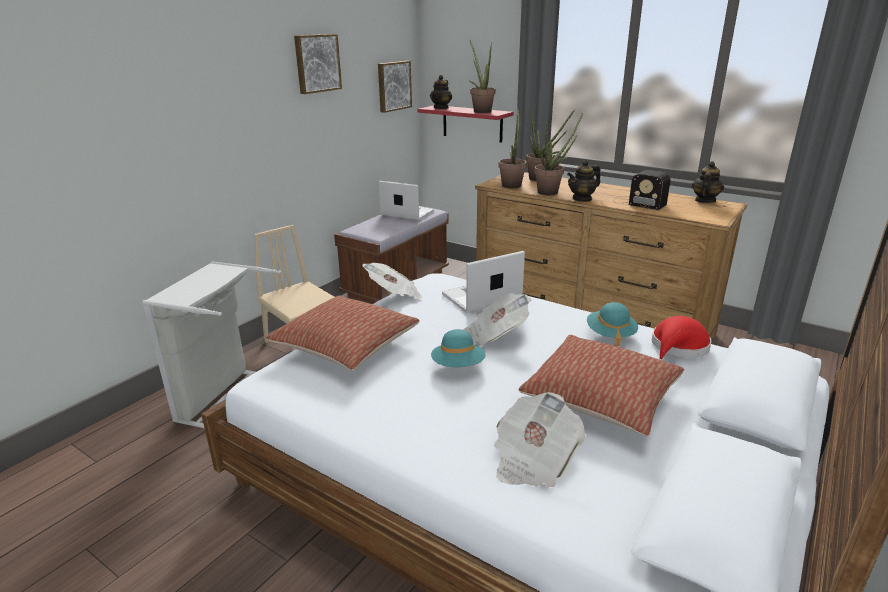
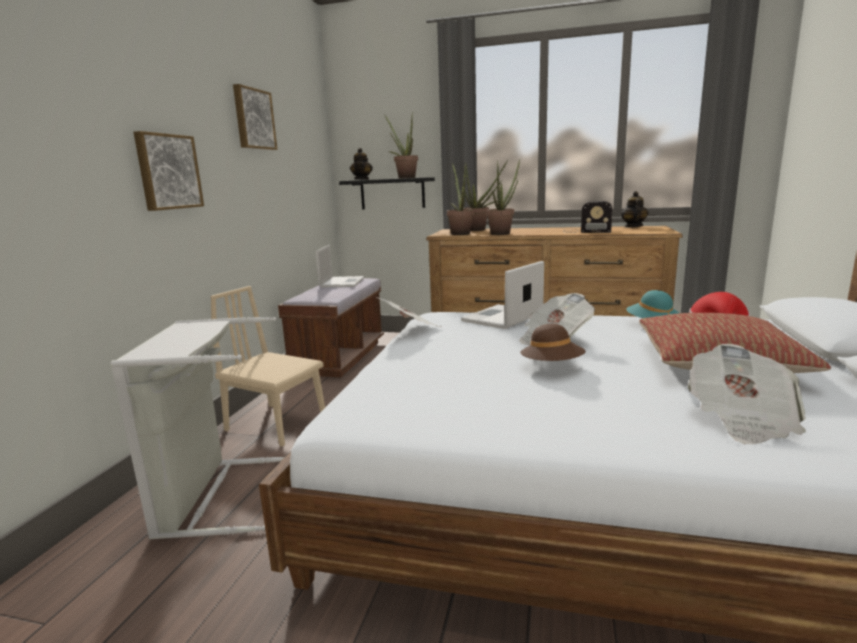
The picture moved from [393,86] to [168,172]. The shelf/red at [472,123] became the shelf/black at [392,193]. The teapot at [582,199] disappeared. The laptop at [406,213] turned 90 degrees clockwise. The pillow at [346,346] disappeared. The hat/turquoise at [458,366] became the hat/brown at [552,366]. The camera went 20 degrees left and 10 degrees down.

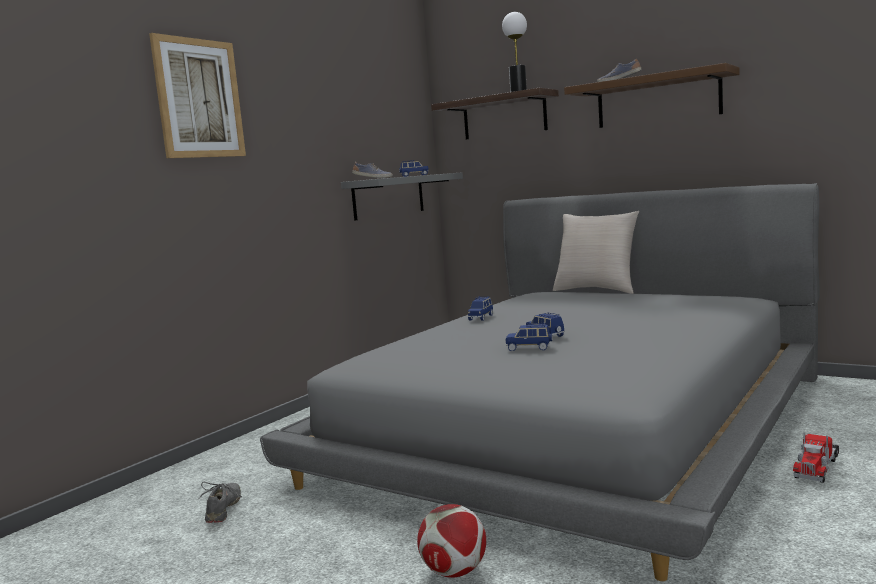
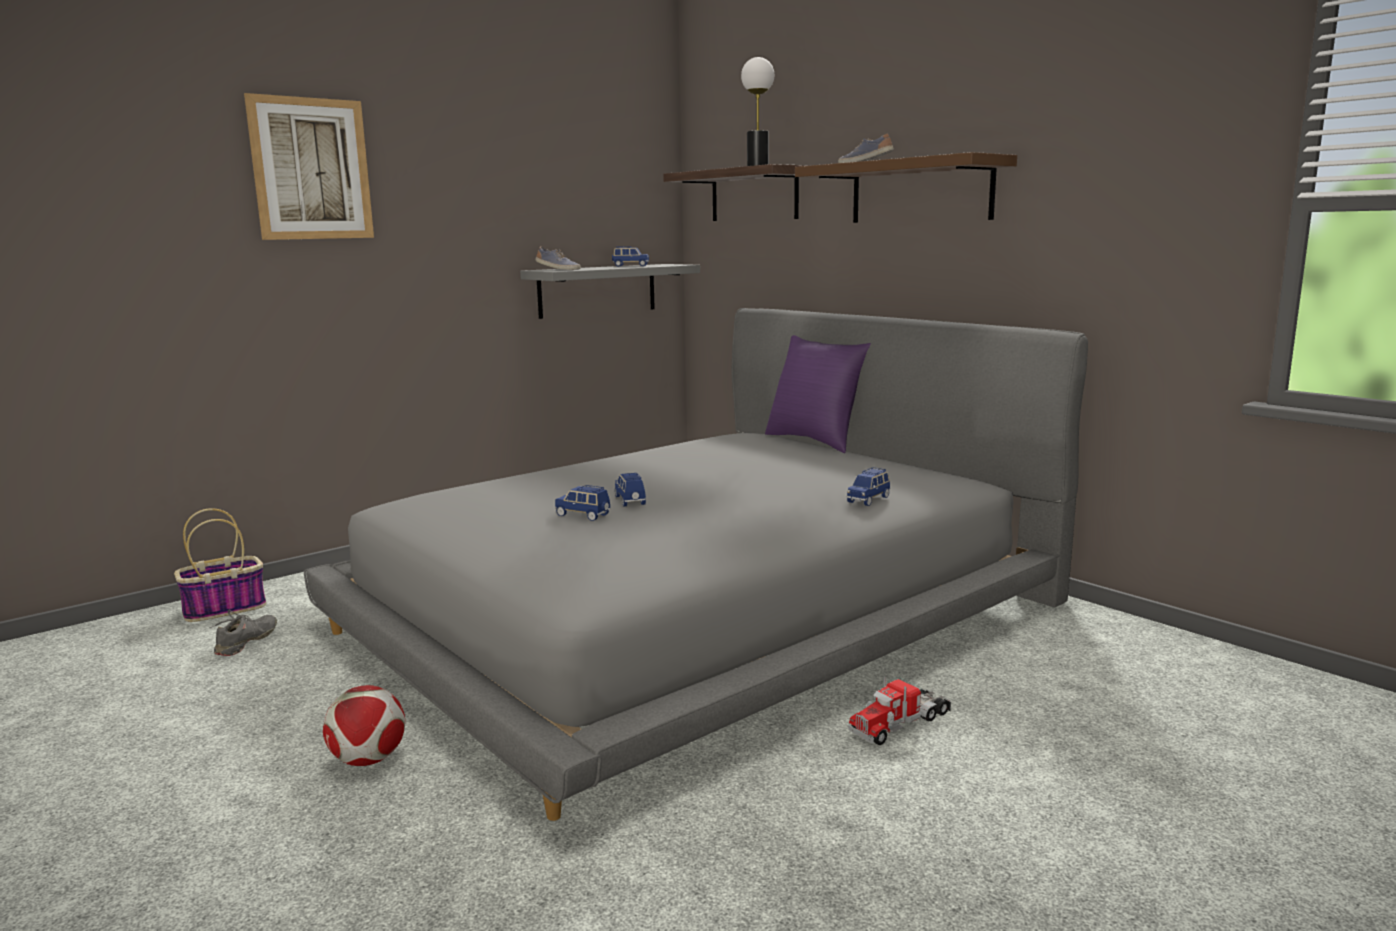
The pillow/beige at [597,290] became the pillow/purple at [816,441]. The toy car/blue moved from [481,317] to [868,499]. The basket at [225,608] appeared. The camera went 15 degrees right and 5 degrees up.

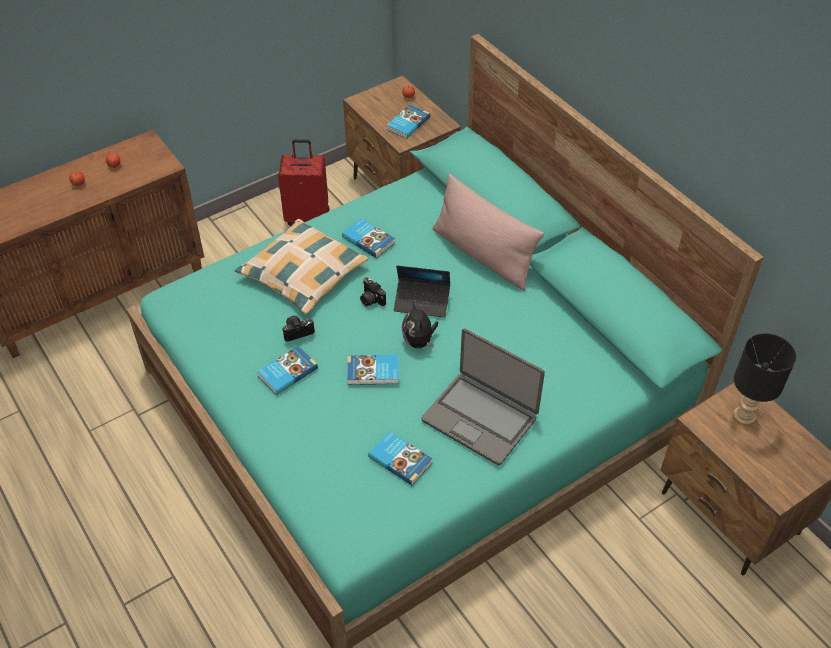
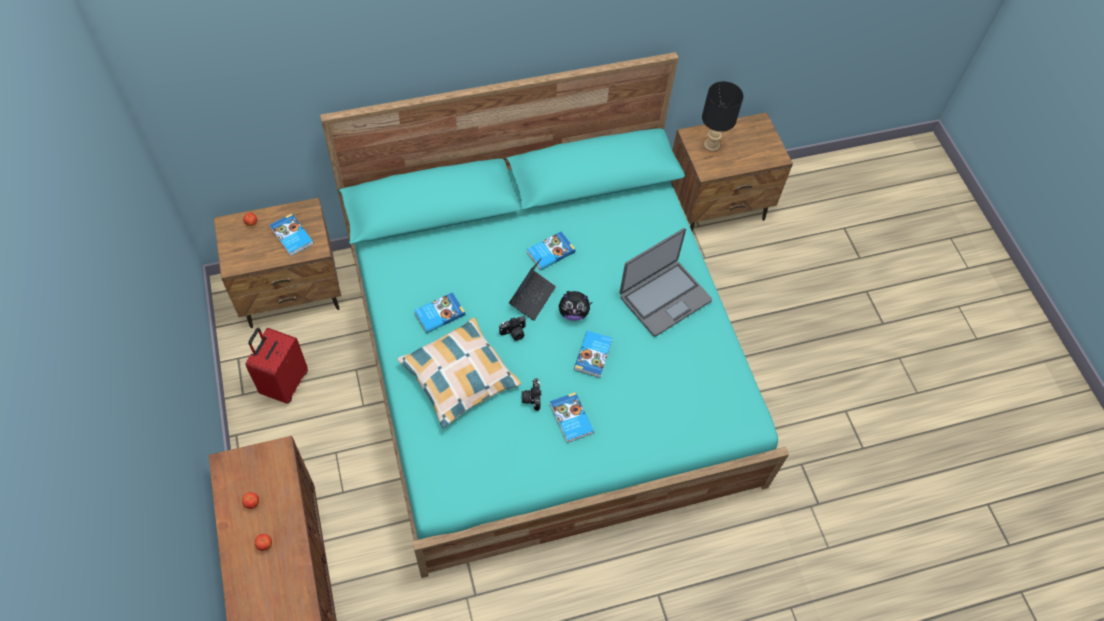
The pillow/pink at [483,255] disappeared. The book moved from [400,459] to [550,252]. The camera went 75 degrees left and 10 degrees up.

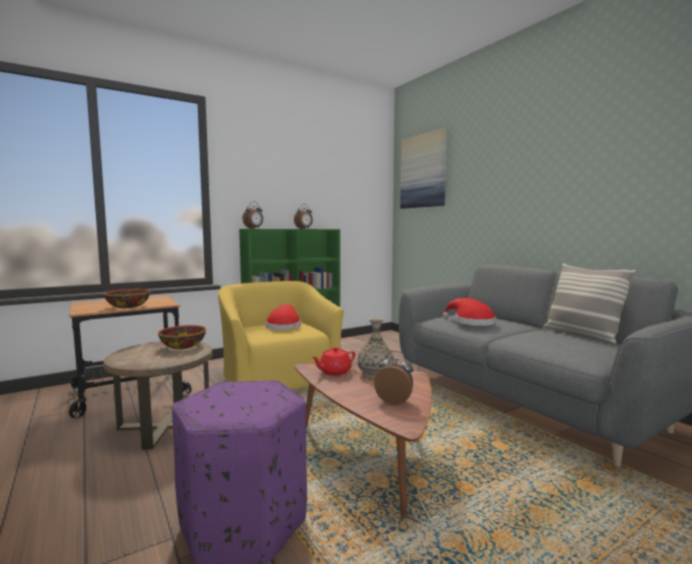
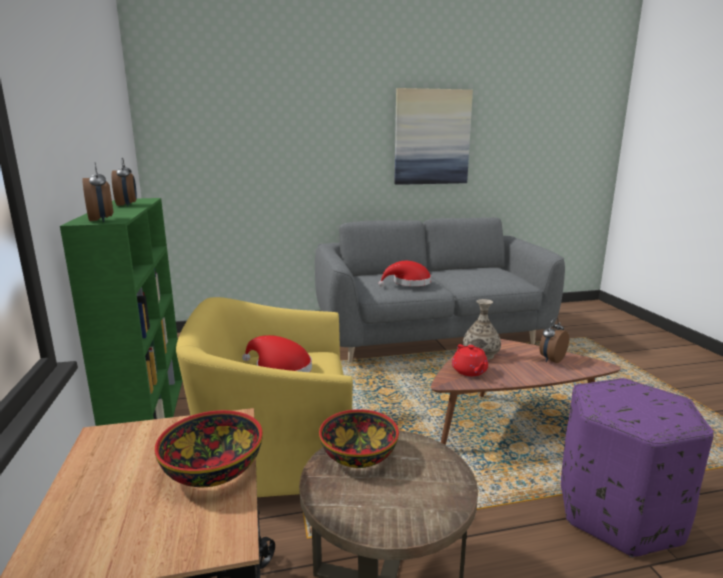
The picture moved from [423,171] to [432,137]. The pillow at [582,335] disappeared. The camera went 70 degrees left and 10 degrees up.

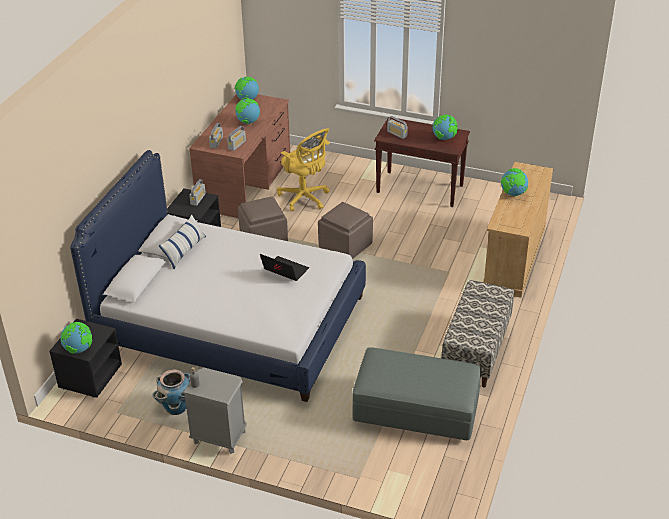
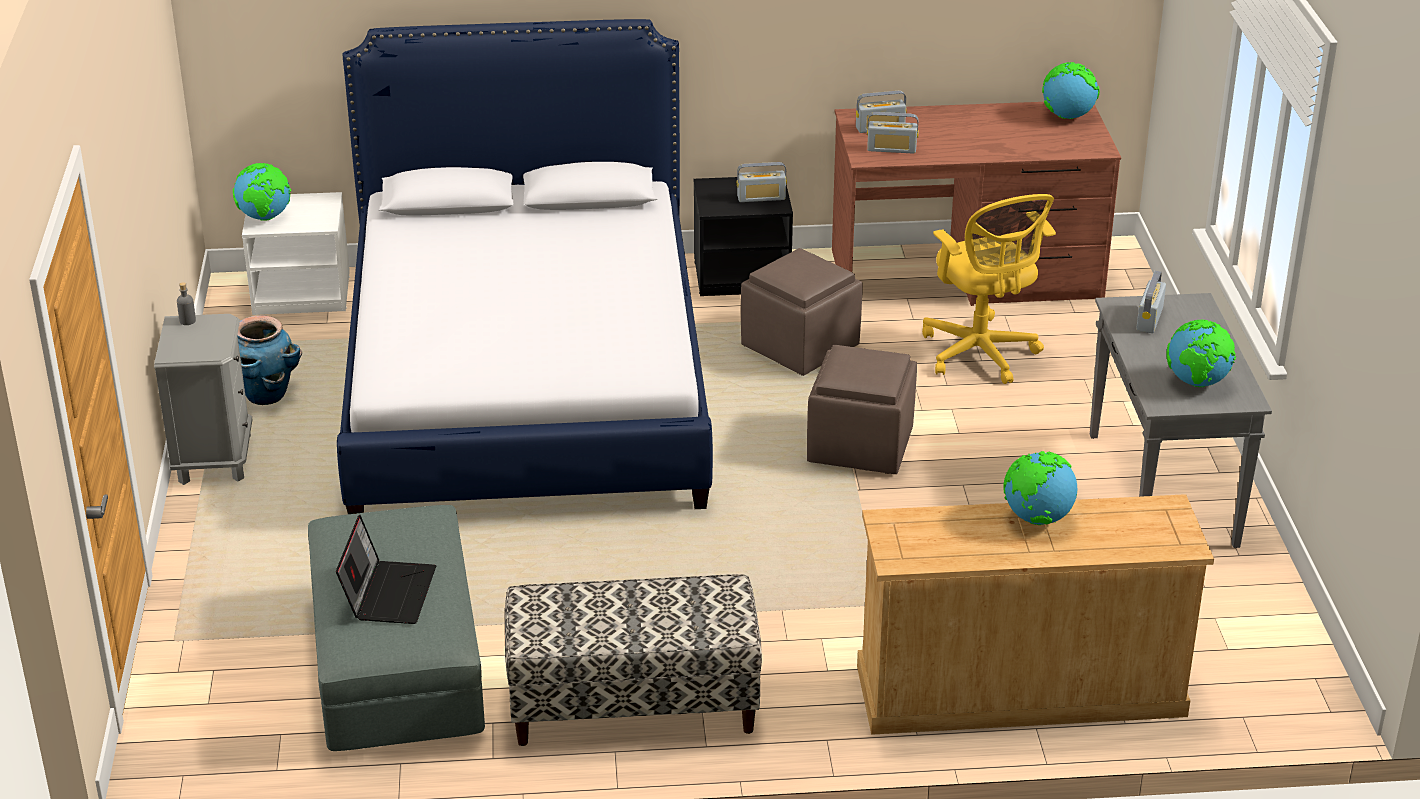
The globe at [248,122] disappeared. The console table/brown at [420,189] became the console table/grey at [1163,491]. The office chair/yellow at [305,198] turned 45 degrees counterclockwise. The pillow at [184,251] disappeared. The laptop moved from [284,271] to [388,592]. The nightstand/black at [90,375] became the nightstand/white at [303,293]. The camera went 65 degrees right and 5 degrees down.

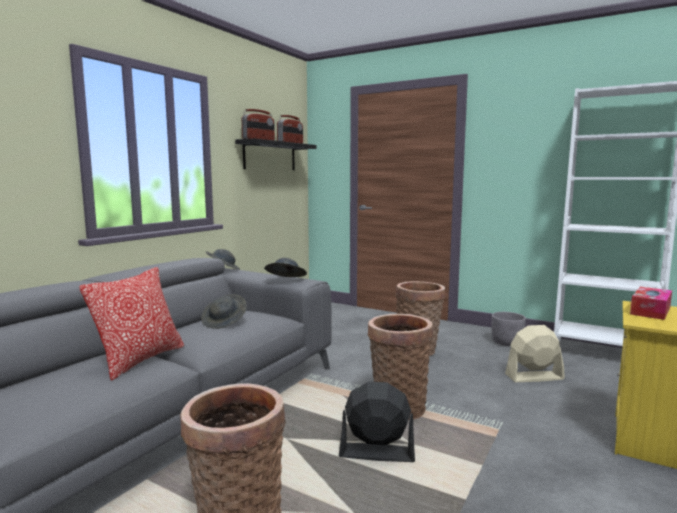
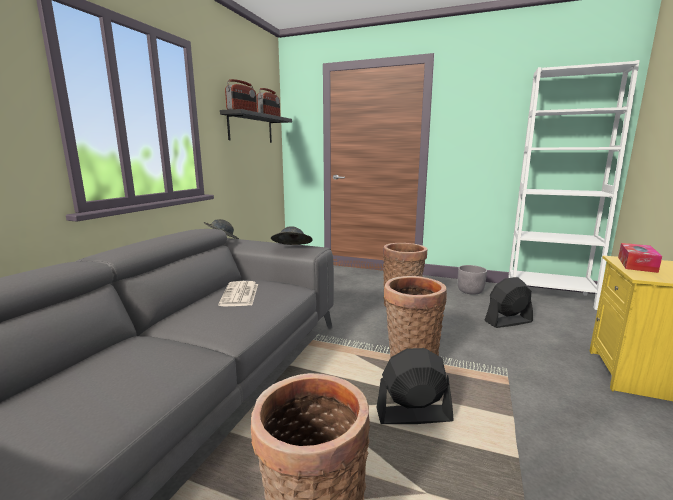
The pillow at [140,360] disappeared. The hat/grey at [225,322] was replaced by the newspaper at [240,295]. The fan/beige at [534,377] became the fan/black at [508,321]. The camera went 10 degrees left and 5 degrees up.

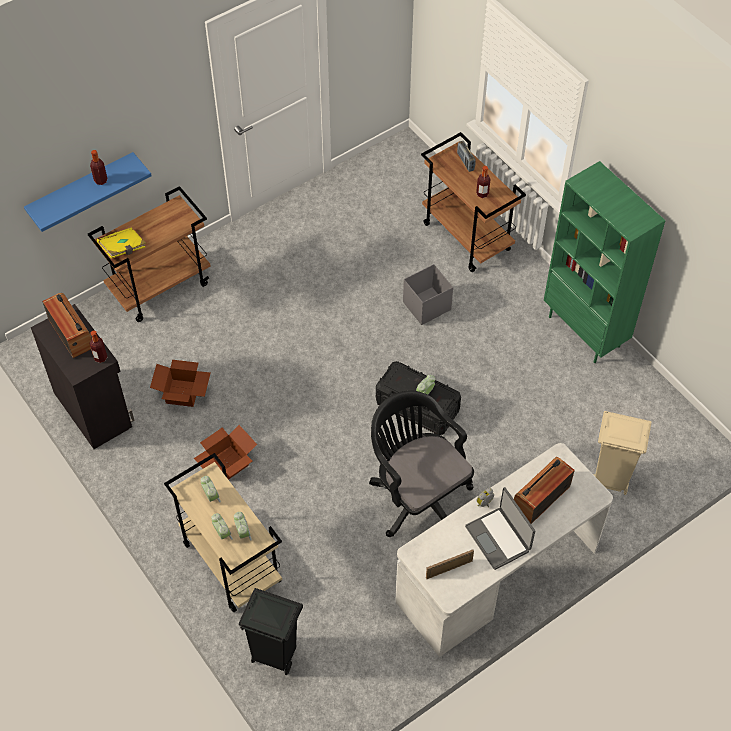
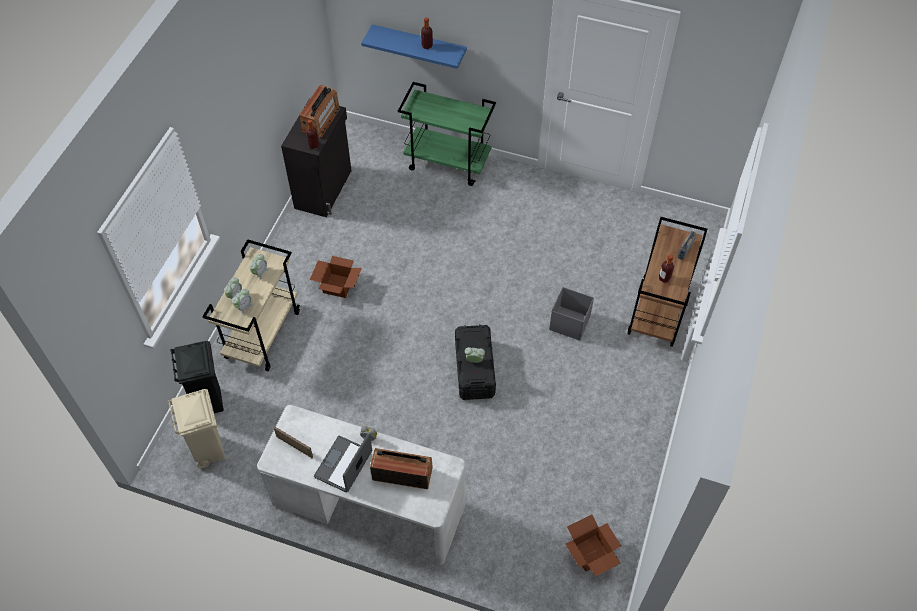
The bookcase/green at [585,331] disappeared. The cart/brown at [160,286] became the cart/green at [448,163]. The book/yellow at [123,249] disappeared. The cardboard box moved from [183,394] to [590,554]. The office chair/black at [417,495] disappeared. The trash can/beige moved from [609,479] to [209,450]. The camera went 55 degrees right and 0 degrees up.

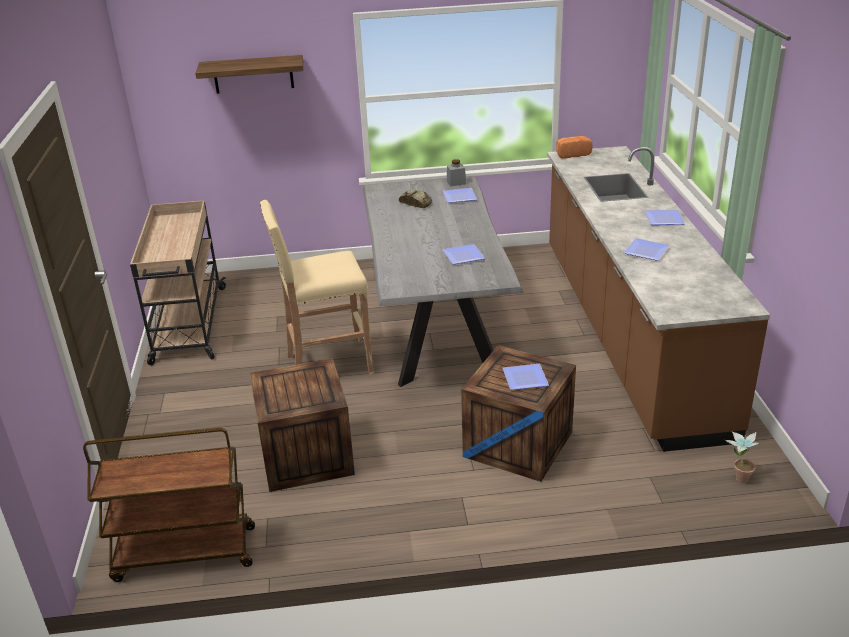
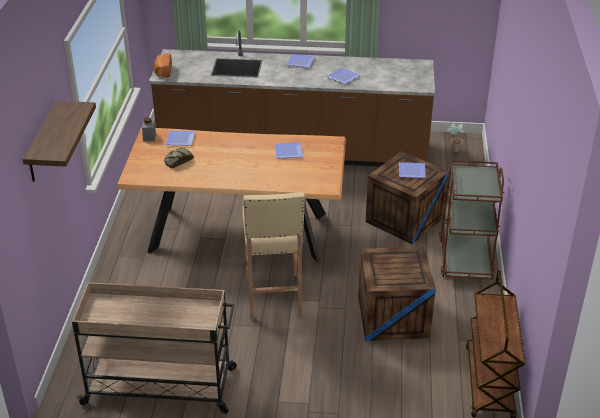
The dining table/grey at [437,324] became the dining table/brown at [238,232]. The cart/brown at [465,258] appeared. The camera went 80 degrees left and 5 degrees up.

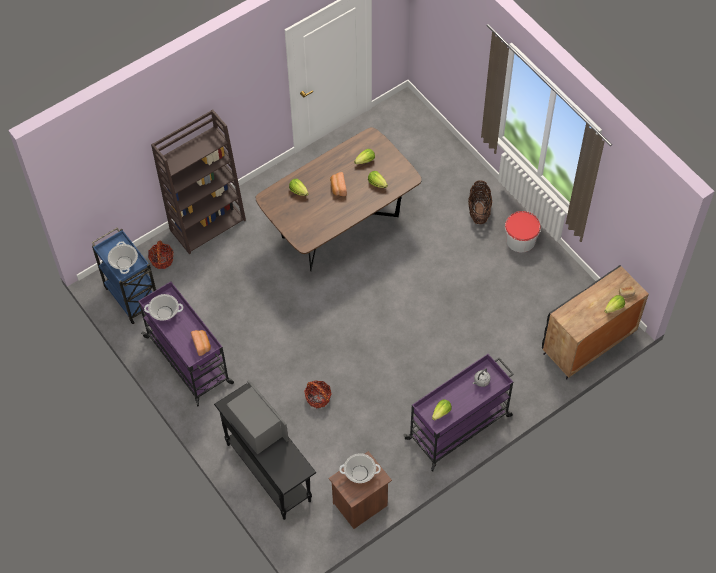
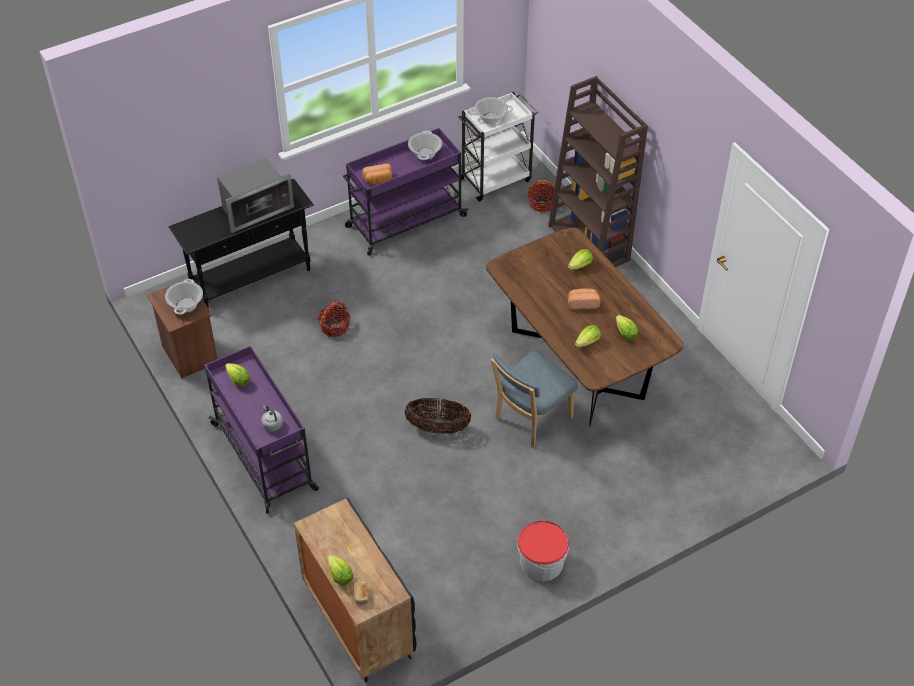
The basket moved from [479,211] to [438,428]. The cart/blue at [132,296] became the cart/white at [496,179]. The chair/blue at [530,419] appeared. The camera went 95 degrees right and 10 degrees down.

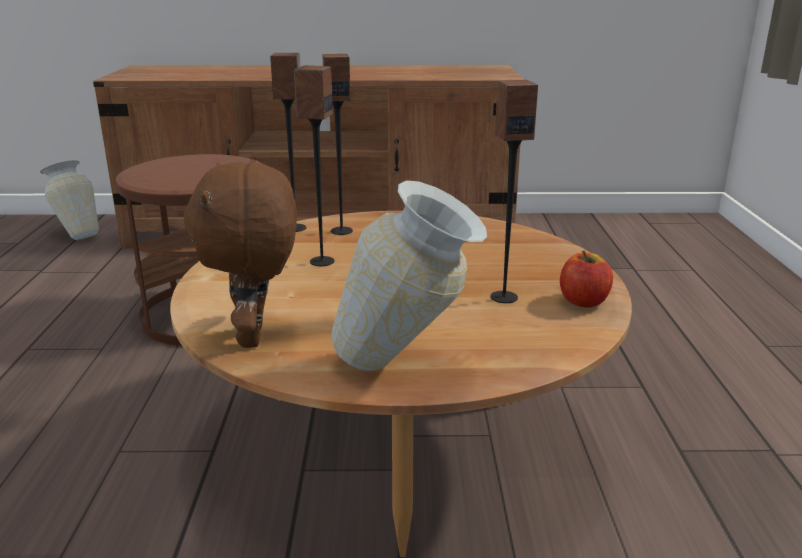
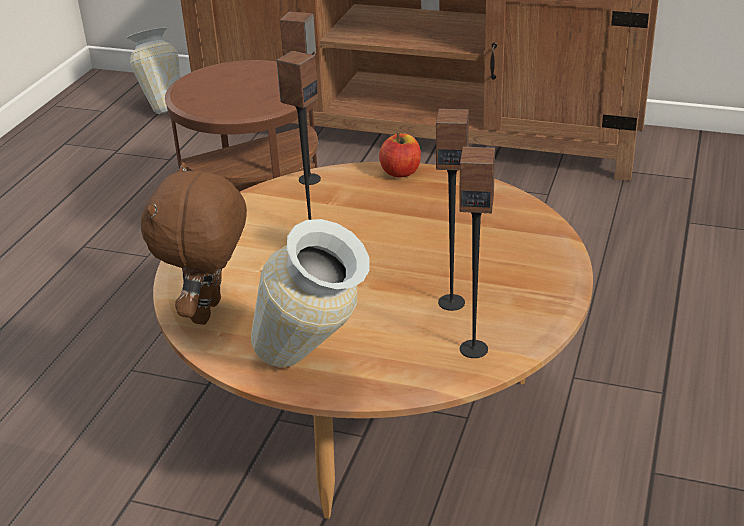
The speaker moved from [341,231] to [473,349]. The apple moved from [583,301] to [400,172]. The camera went 20 degrees right and 10 degrees up.

